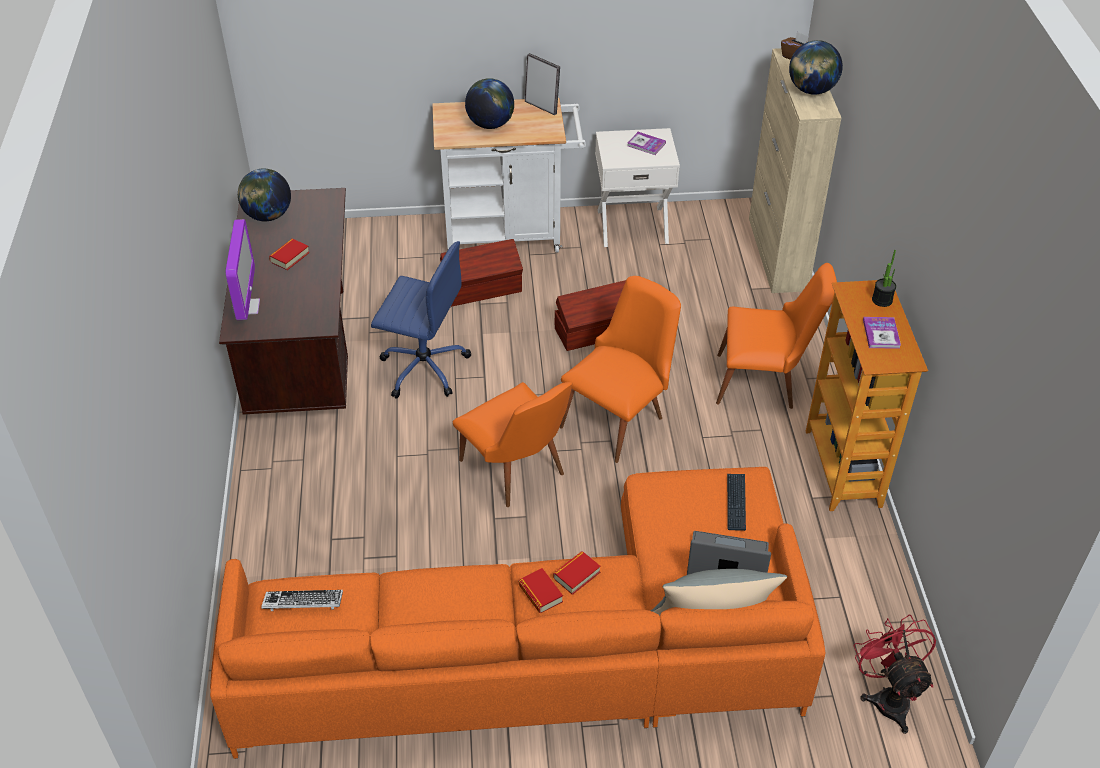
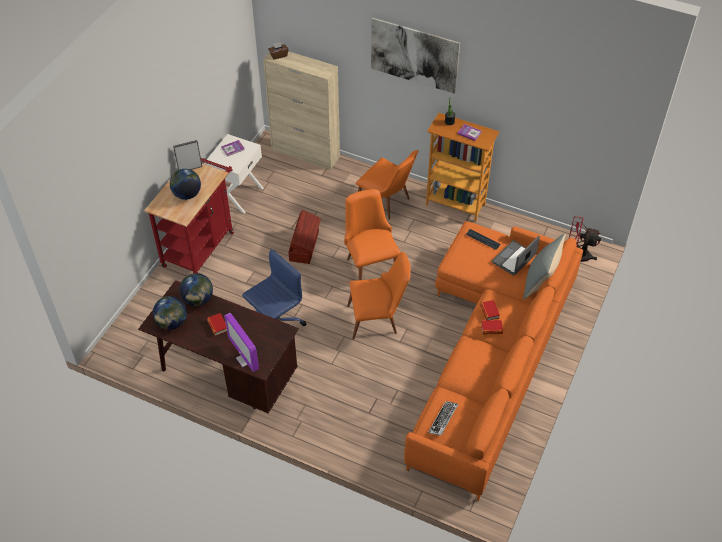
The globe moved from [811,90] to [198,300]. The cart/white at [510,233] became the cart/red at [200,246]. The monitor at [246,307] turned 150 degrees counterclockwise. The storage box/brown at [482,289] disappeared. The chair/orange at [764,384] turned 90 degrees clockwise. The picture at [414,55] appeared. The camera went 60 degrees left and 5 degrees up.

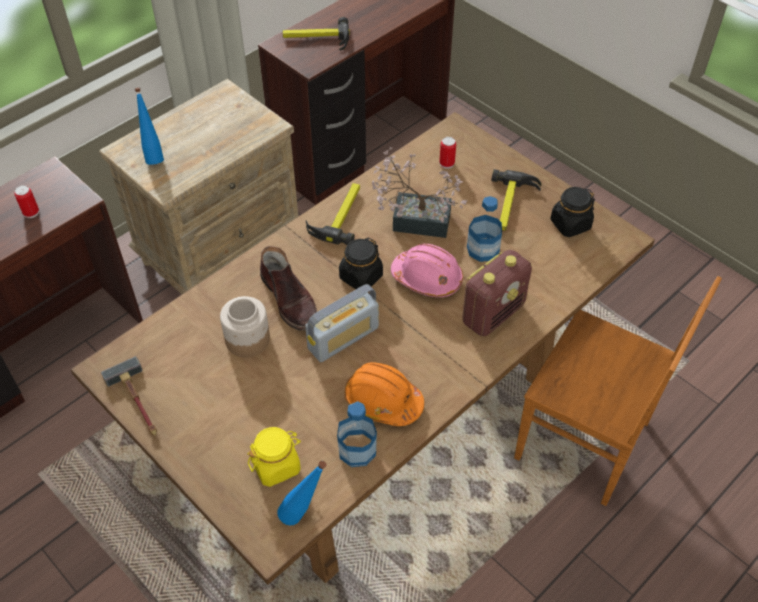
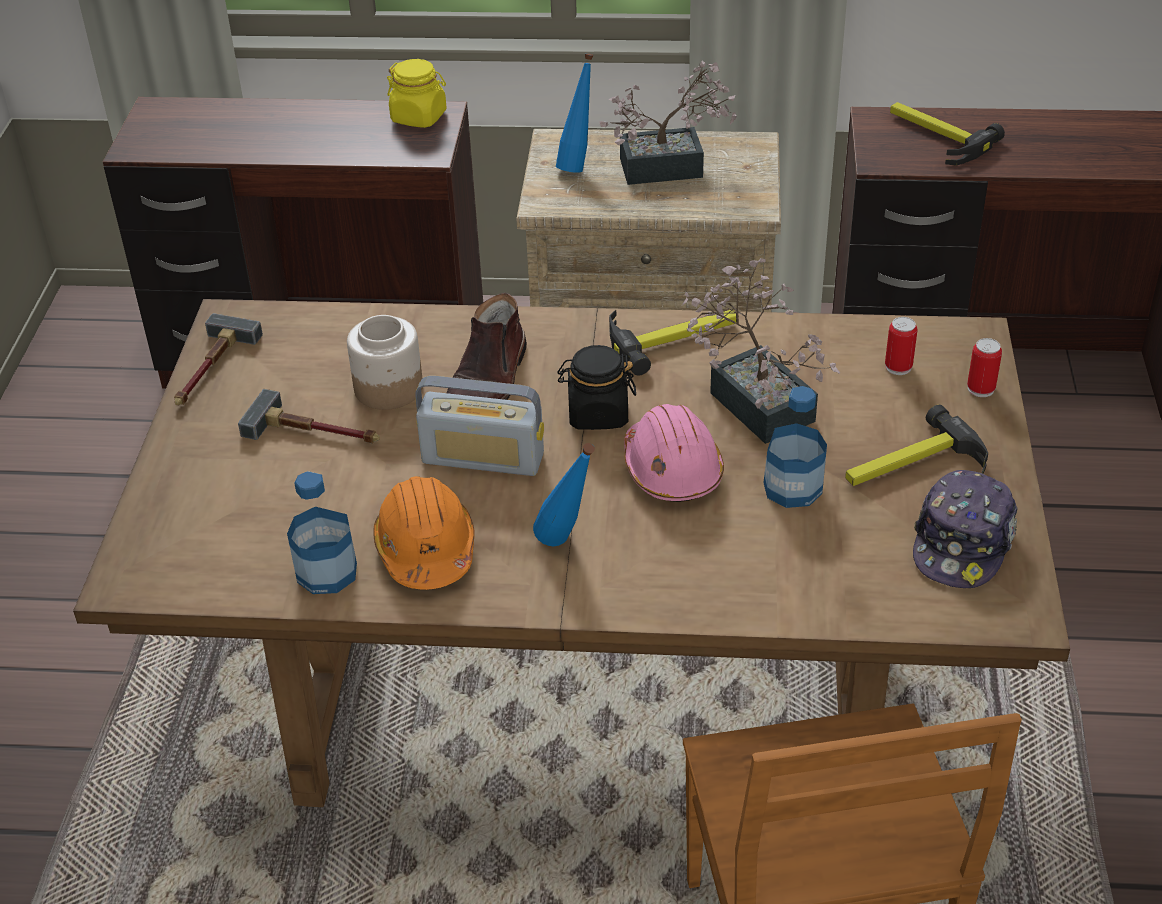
The can moved from [31,212] to [980,389]. The jar/black at [570,224] was replaced by the cap at [962,543]. The radio at [493,313] disappeared. The jar/yellow moved from [276,466] to [419,117]. The bottle/blue moved from [304,514] to [567,545]. The potted plant at [672,167] appeared. The hammer at [315,432] appeared. The camera went 50 degrees right and 10 degrees down.

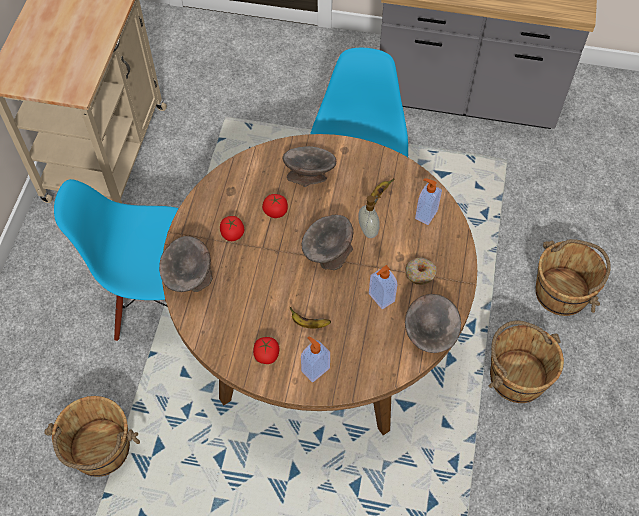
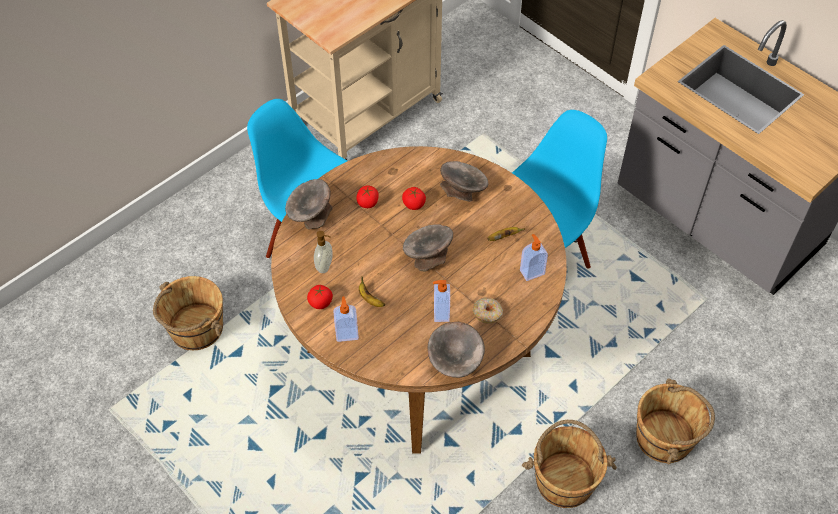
The soap dispenser moved from [368,230] to [325,266]. The camera went 35 degrees right and 5 degrees down.

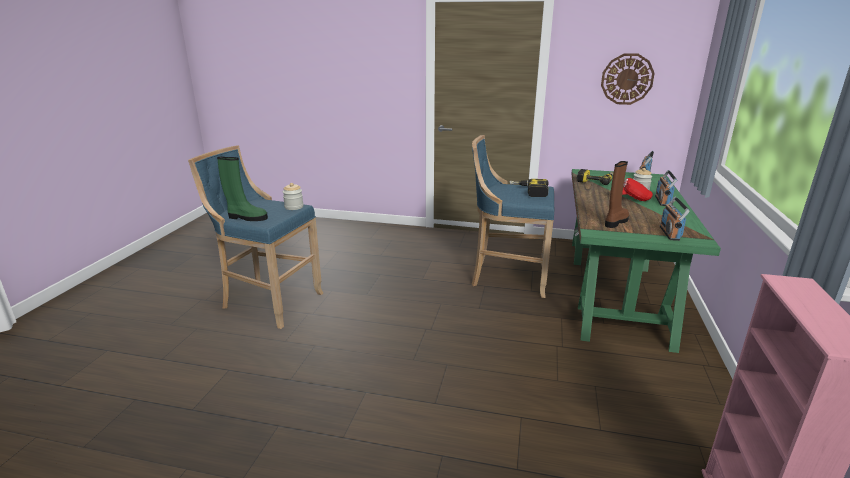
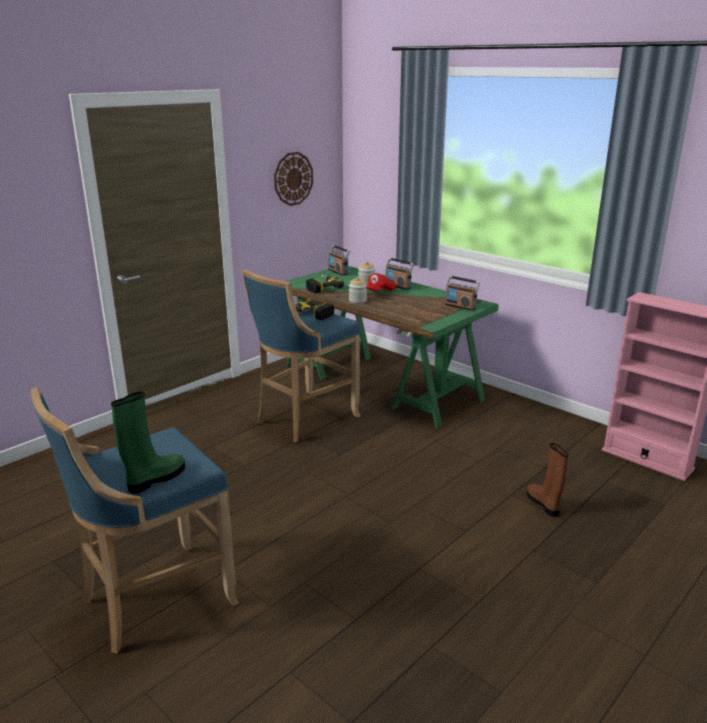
The boot/brown moved from [615,222] to [544,504]. The jar moved from [294,207] to [357,300]. The camera went 60 degrees left and 0 degrees up.

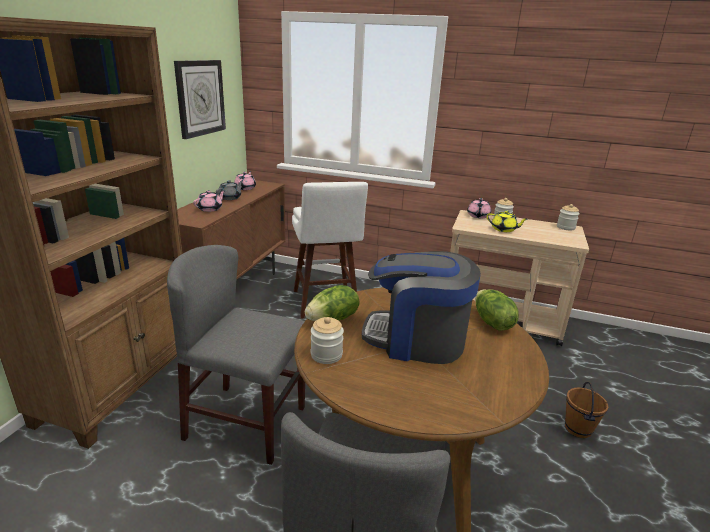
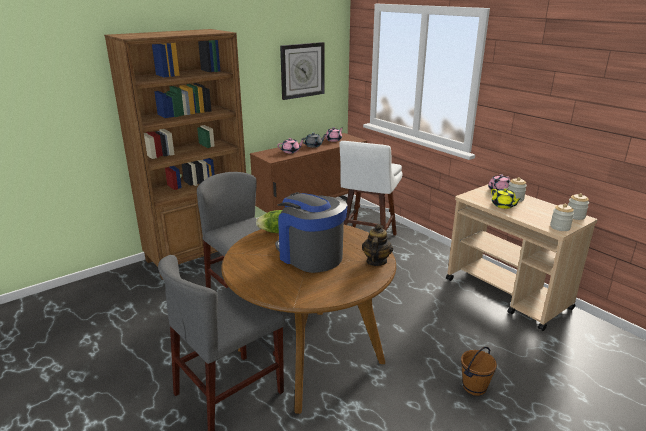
The lettuce at [491,322] was replaced by the teapot at [376,261]. The jar moved from [326,355] to [560,227]. The camera went 35 degrees right and 0 degrees up.

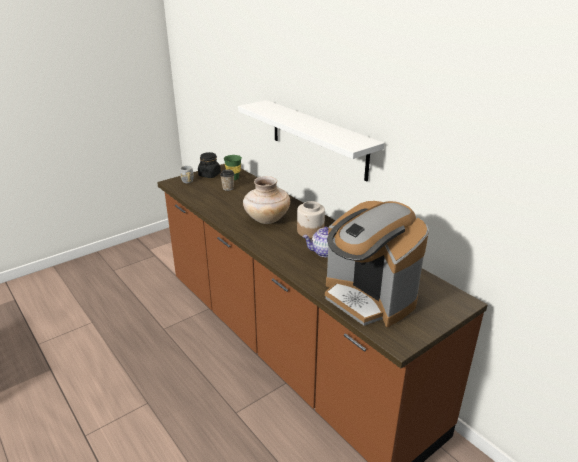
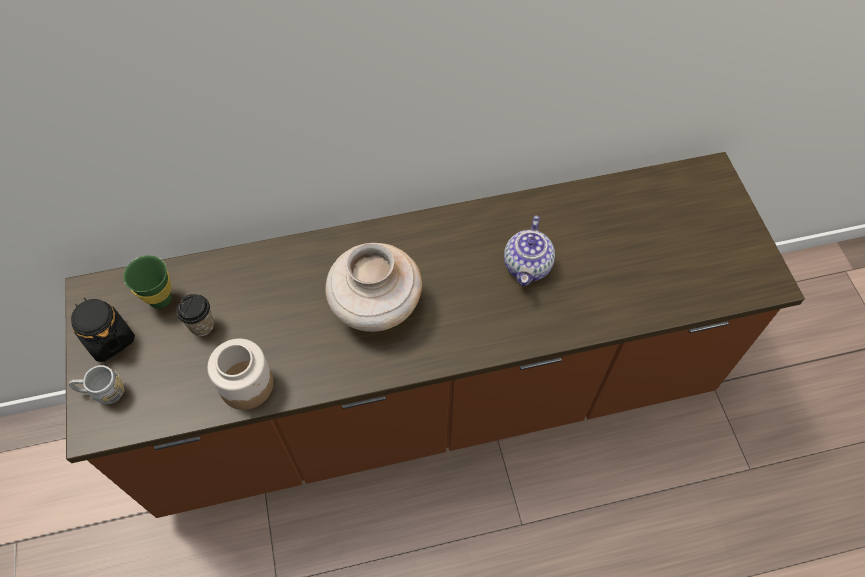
The shelf/white at [318,139] disappeared. The jar moved from [310,231] to [246,384]. The coffee machine at [369,298] disappeared. The camera went 65 degrees left and 30 degrees up.

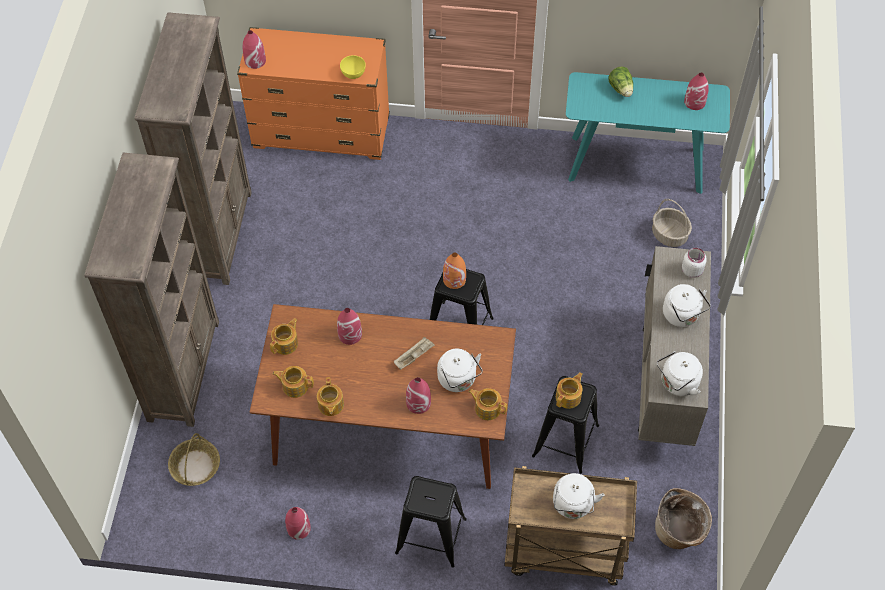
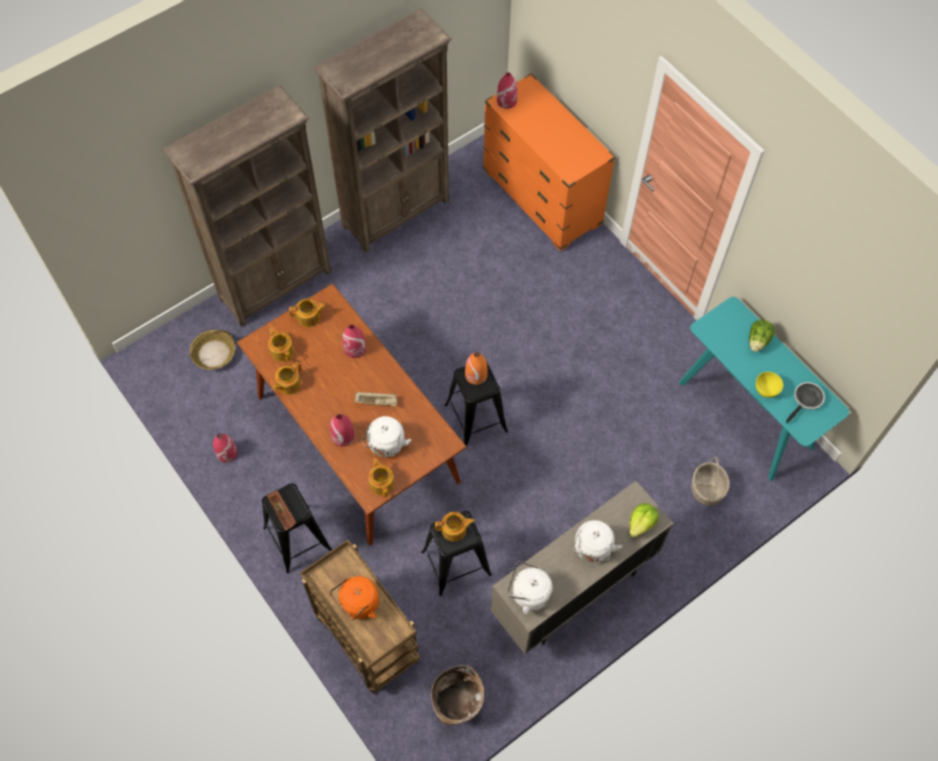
The bowl/yellow moved from [353,74] to [766,390]. The vase/red at [695,102] was replaced by the frying pan at [806,400]. The jar/white at [692,270] was replaced by the lettuce at [641,523]. The kettle/white at [573,506] became the kettle/orange at [358,604]. The tray/brown at [283,513] appeared. The camera went 45 degrees right and 5 degrees up.

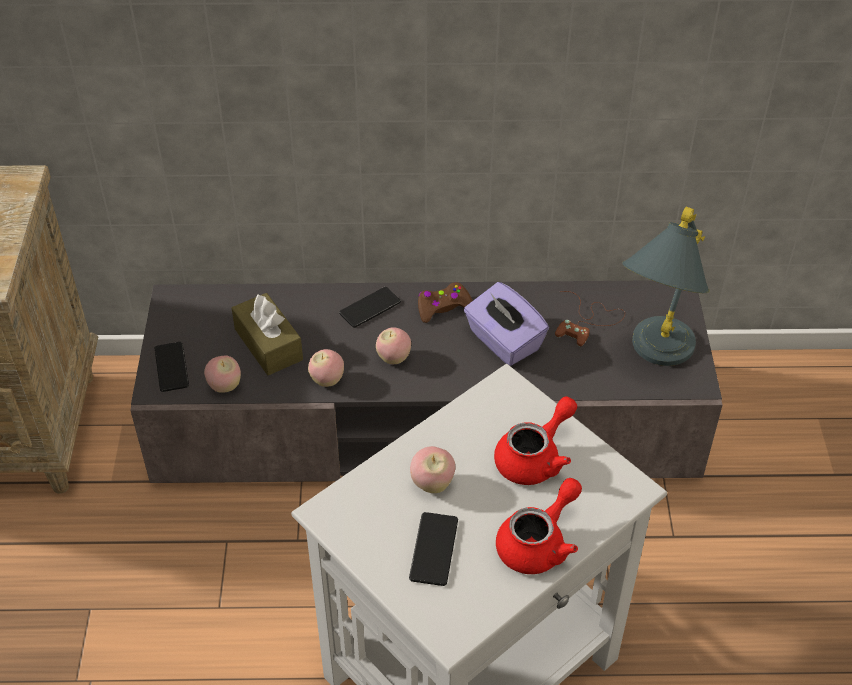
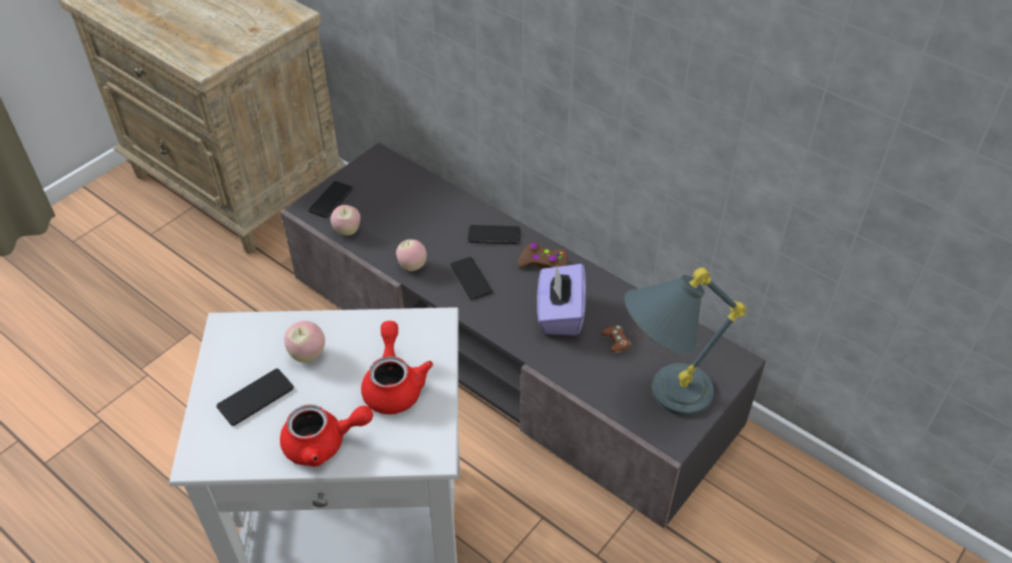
The tissue box/brown at [268,344] disappeared. The apple at [394,358] was replaced by the phone at [471,278]. The teapot/red at [535,458] turned 90 degrees counterclockwise. The camera went 40 degrees right and 0 degrees up.

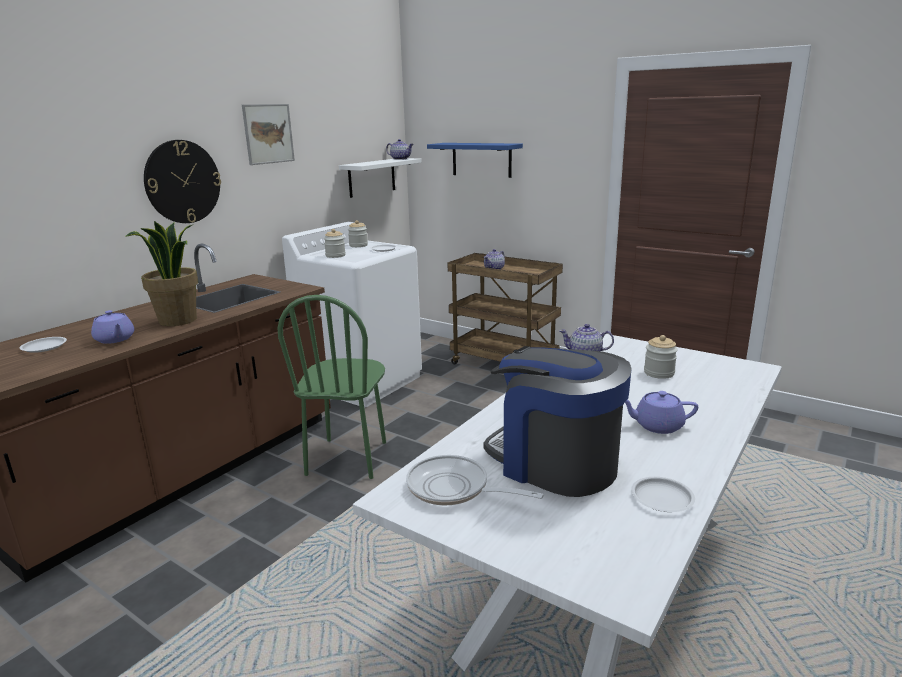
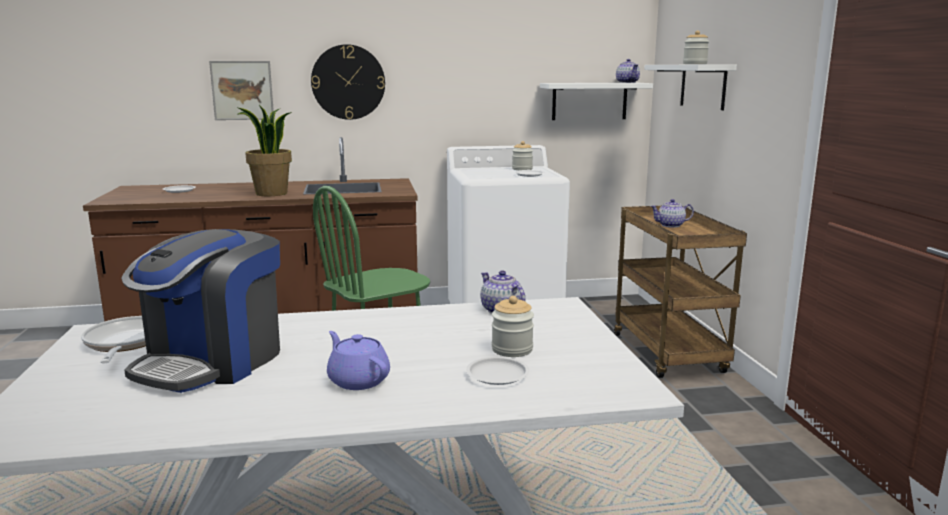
The picture moved from [268,134] to [242,90]. The shelf/blue at [481,159] became the shelf/white at [703,86]. The jar moved from [335,256] to [695,64]. The teapot/purple at [115,339] disappeared. The coffee machine at [554,462] turned 150 degrees counterclockwise. The plate/white moved from [661,498] to [497,375]. The camera went 45 degrees right and 5 degrees down.

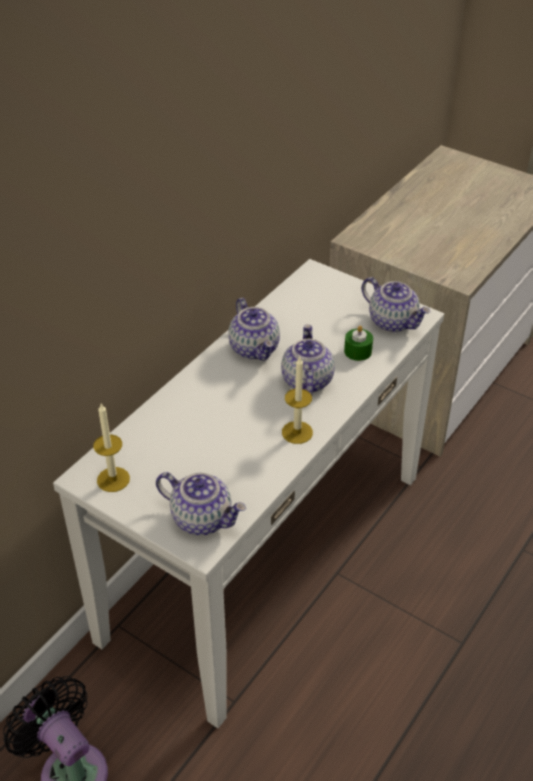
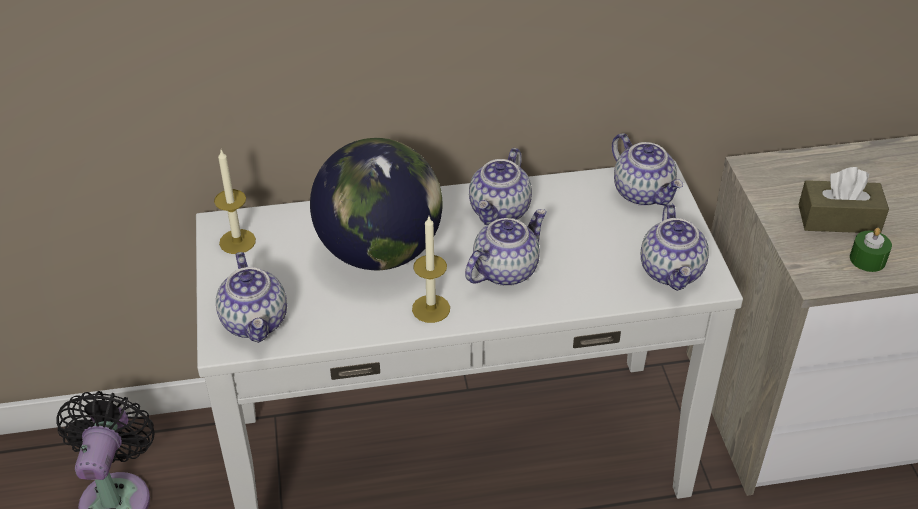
The candle/green moved from [358,351] to [867,259]. The teapot at [643,193] appeared. The globe at [379,252] appeared. The tissue box/brown at [838,219] appeared. The camera went 45 degrees right and 0 degrees up.

